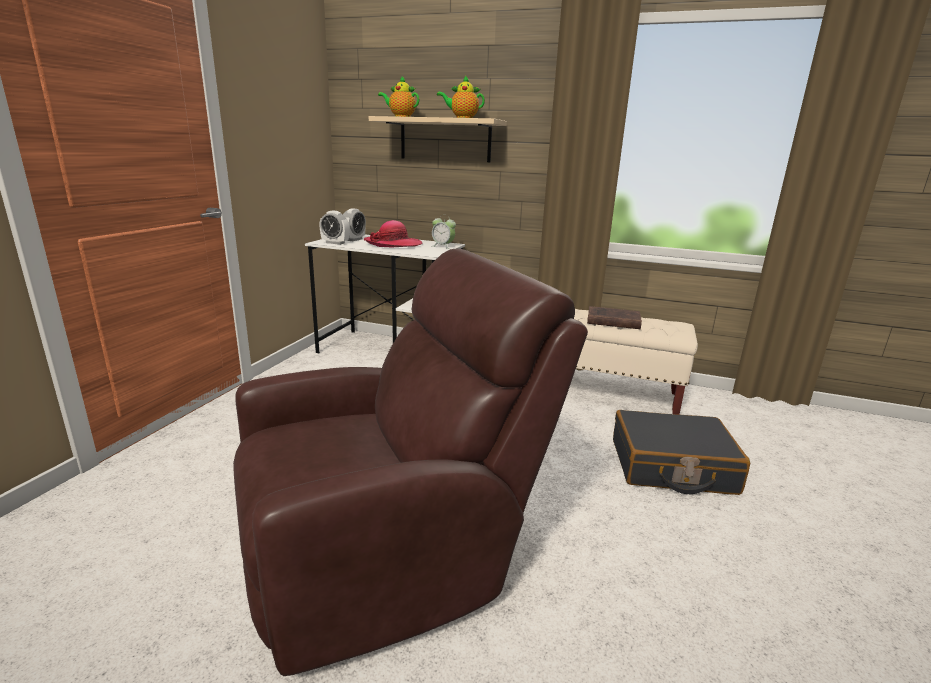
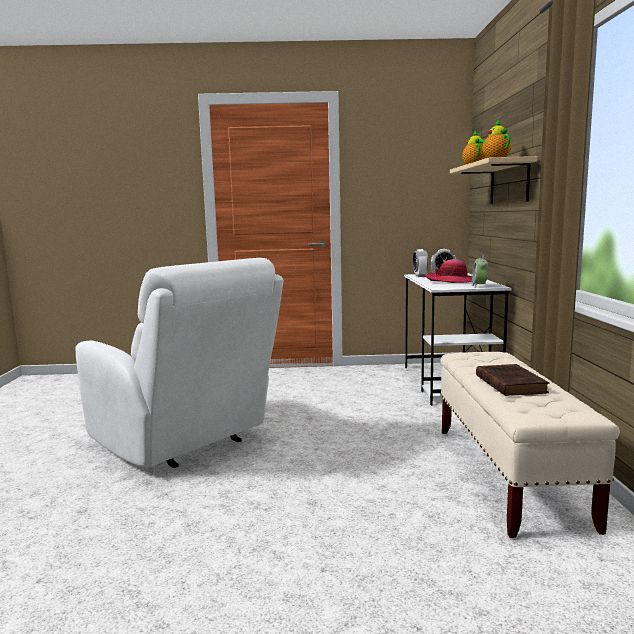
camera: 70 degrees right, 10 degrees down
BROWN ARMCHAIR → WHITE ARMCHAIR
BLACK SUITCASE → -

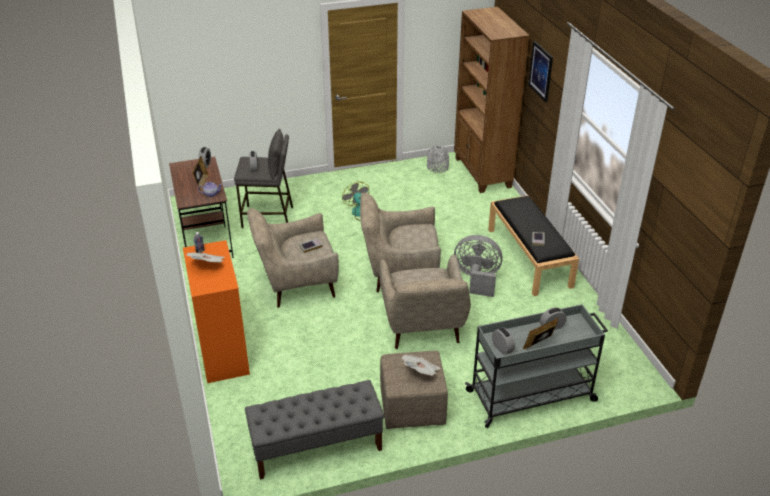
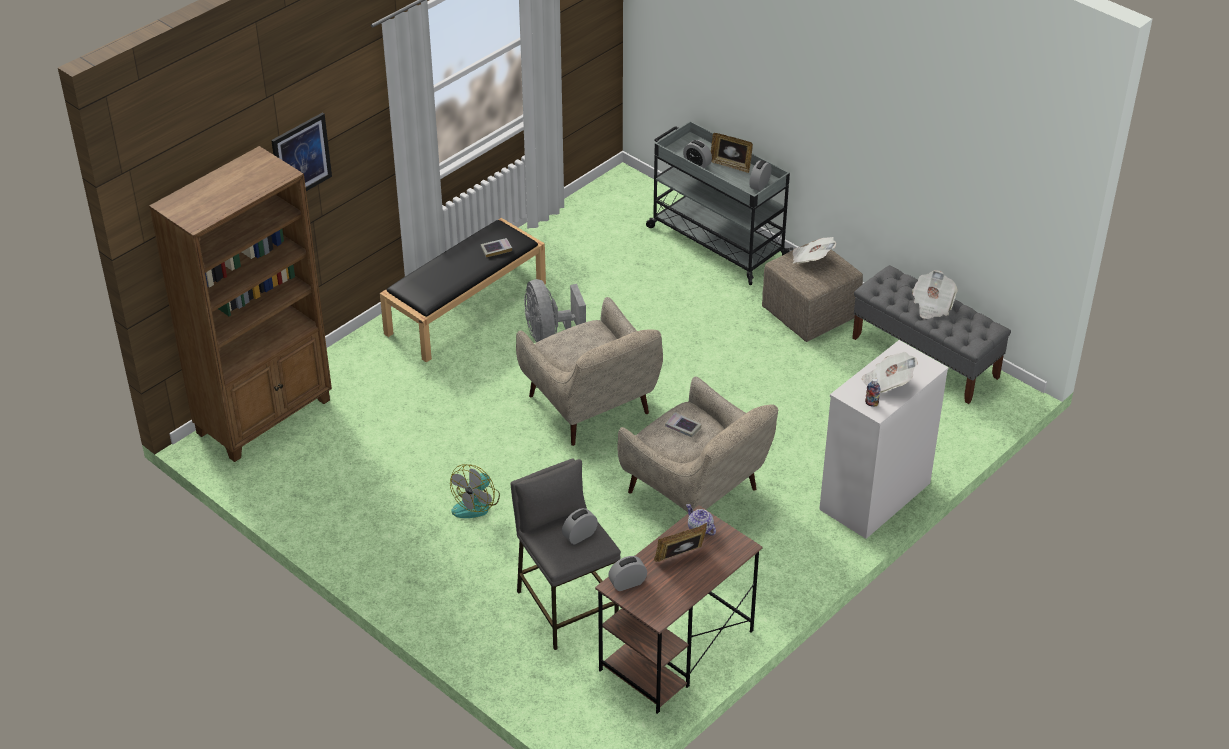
camera: 120 degrees left, 5 degrees up
ORANGE DRESSER → WHITE DRESSER
- → NEWSPAPER (no. 3 from left)
BEIGE ARMCHAIR (no. 3 from left) → -
GREY VASE → -

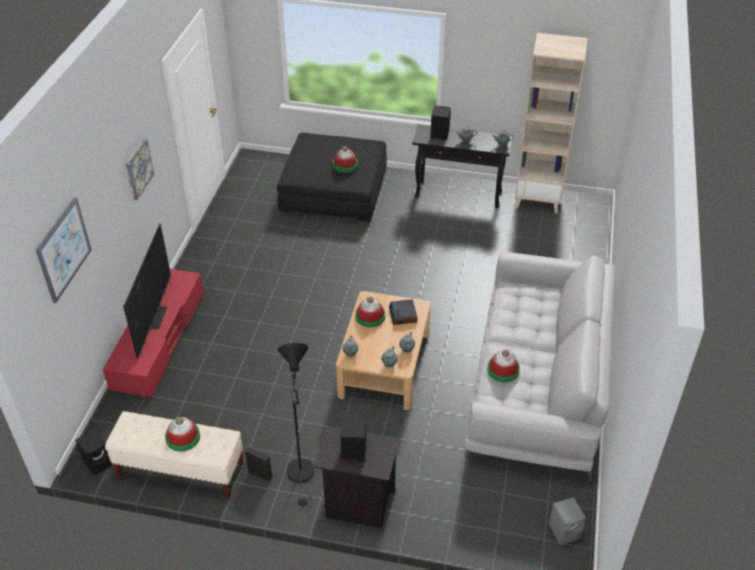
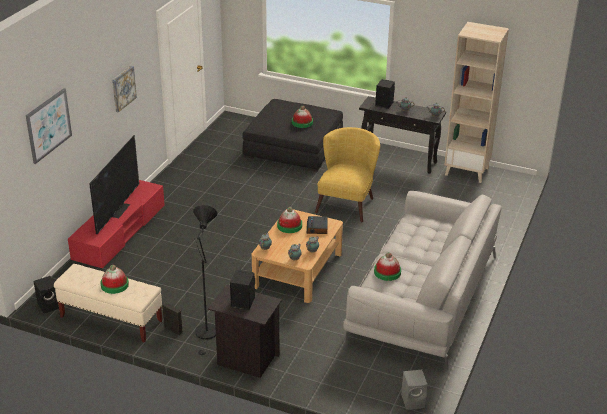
camera: 10 degrees right, 10 degrees down
- → YELLOW ARMCHAIR

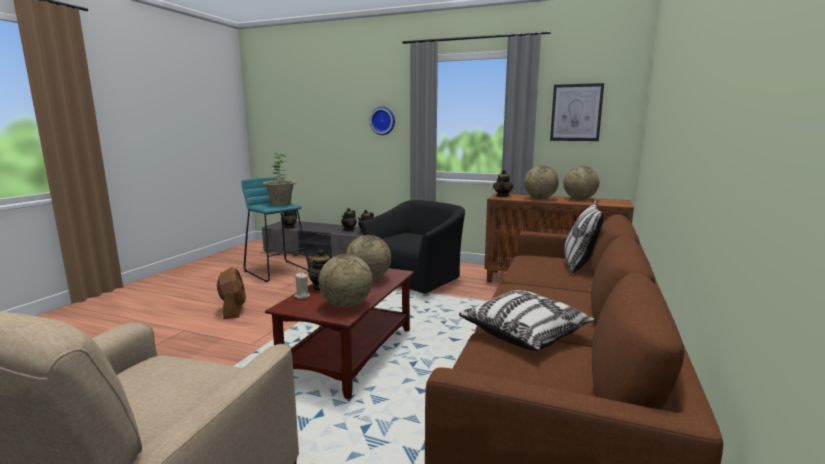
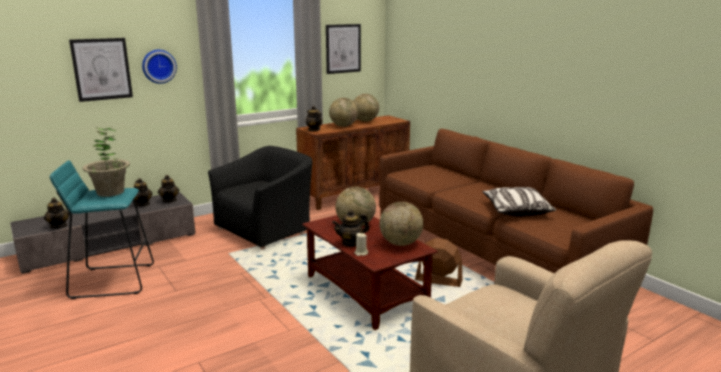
camera: 55 degrees left, 5 degrees up
- → PICTURE (no. 1 from left)
BLACK ARMCHAIR, 60 degrees clockwise
BROWN FAN, shifted
PILLOW (no. 2 from left) → -

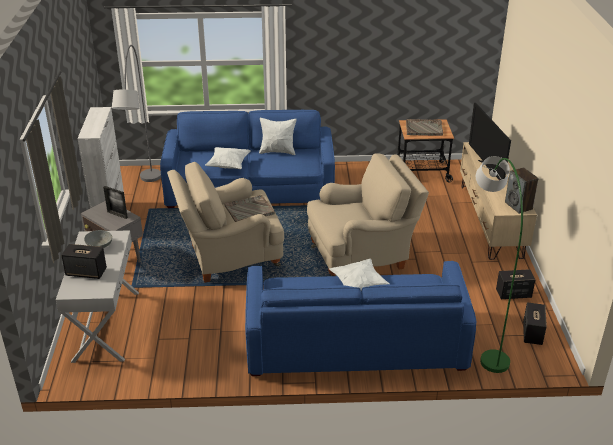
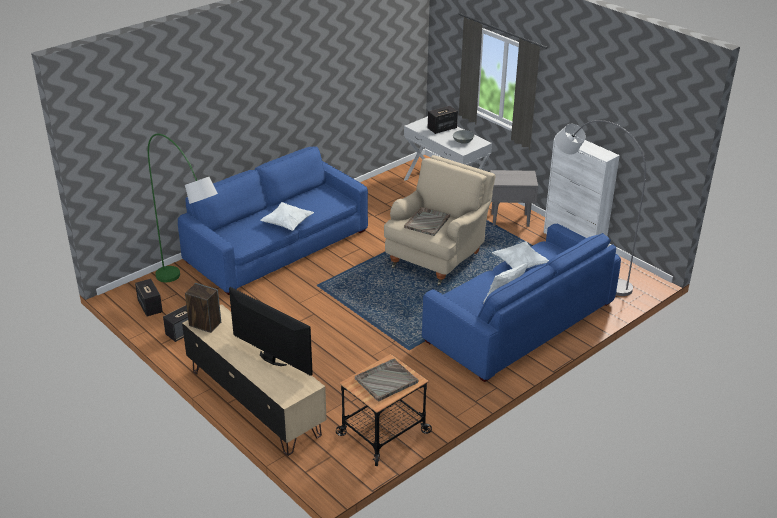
camera: 140 degrees right, 0 degrees up
PICTURE FRAME → -
BEIGE ARMCHAIR (no. 2 from left) → -

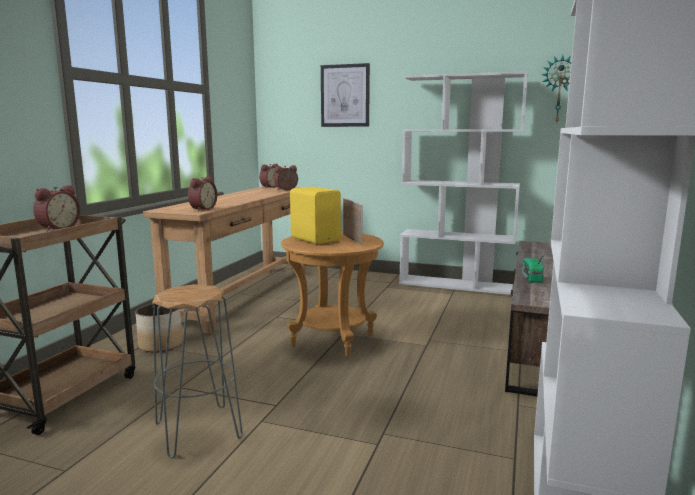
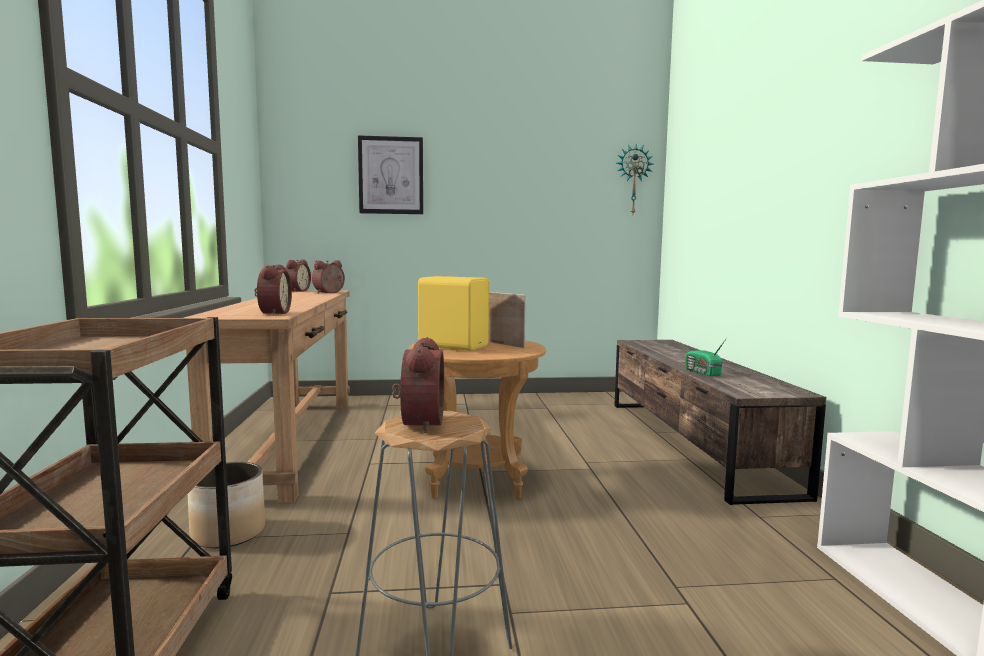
camera: 25 degrees left, 5 degrees down
ALARM CLOCK (no. 1 from left in the first image) → ALARM CLOCK (no. 4 from left), shifted
WHITE BOOKCASE (no. 1 from left) → -

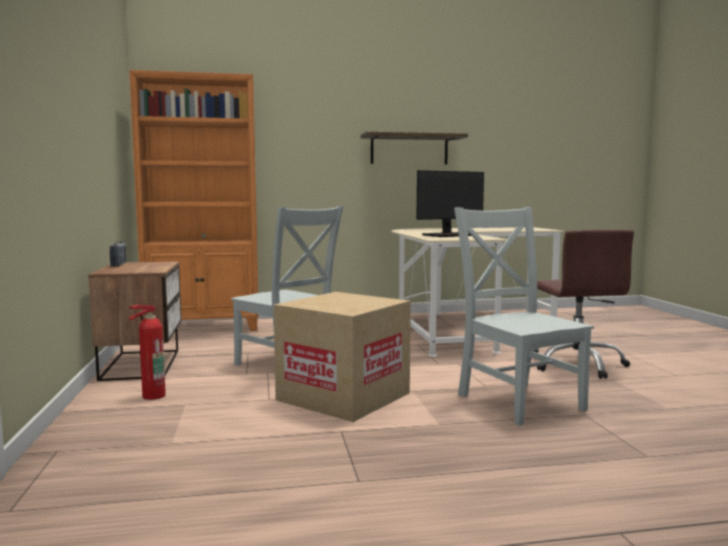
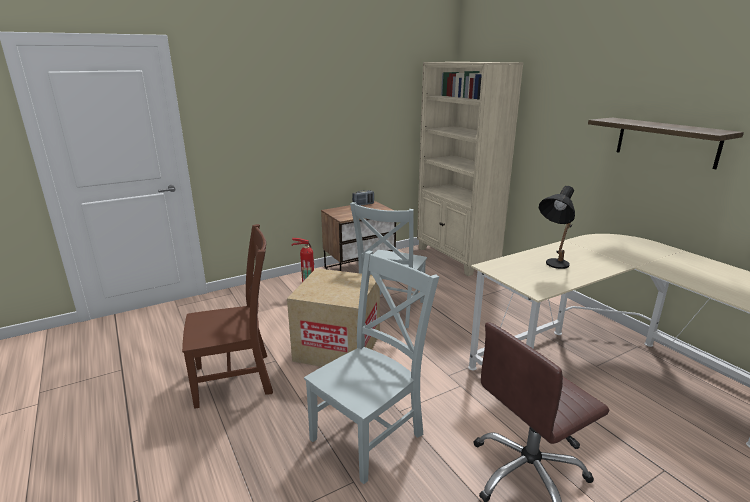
camera: 70 degrees right, 15 degrees up
- → BROWN CHAIR
ORANGE BOOKCASE → BEIGE BOOKCASE
MONITOR → BLACK TABLE LAMP

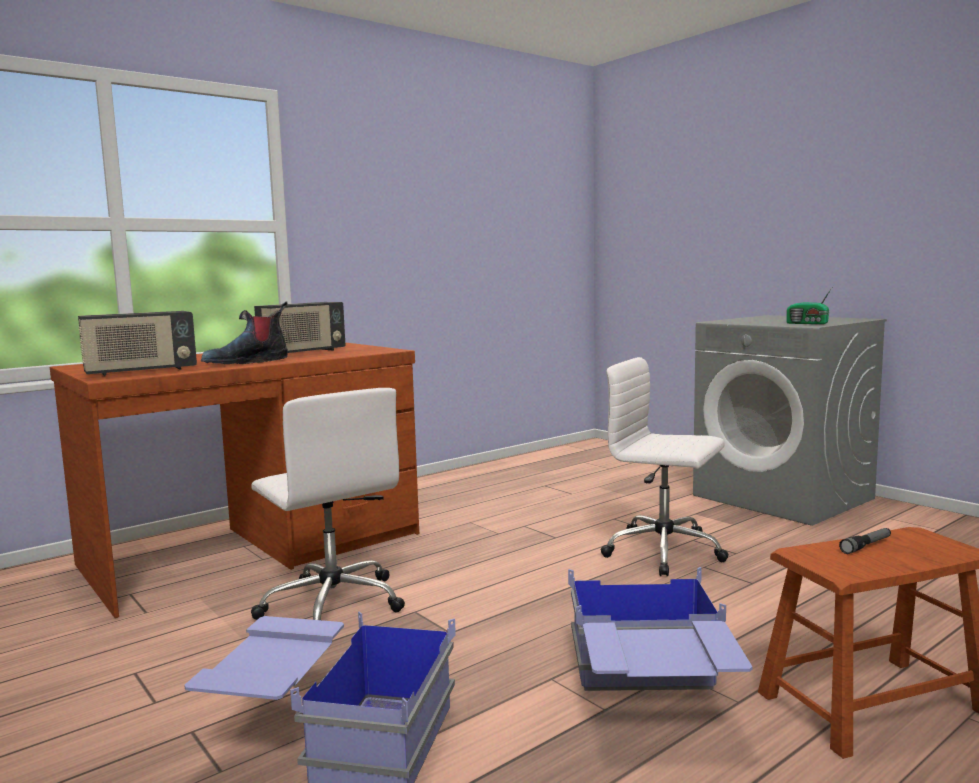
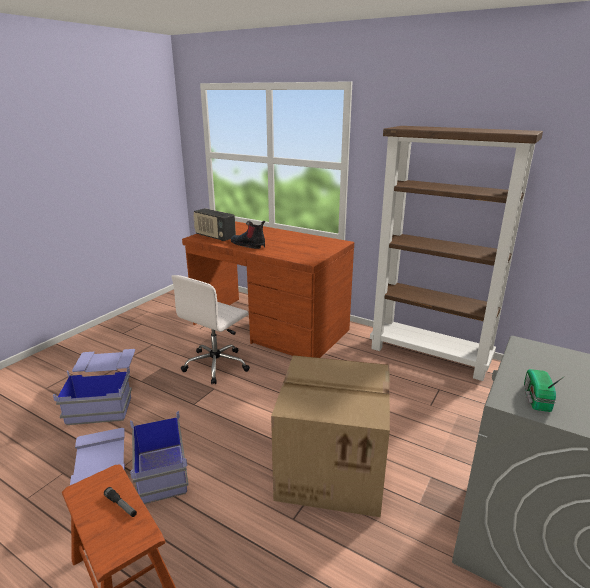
camera: 70 degrees right, 15 degrees up
WHITE OFFICE CHAIR (no. 2 from left) → CARDBOARD BOX
- → BROWN BOOKCASE
RADIO (no. 2 from left) → -

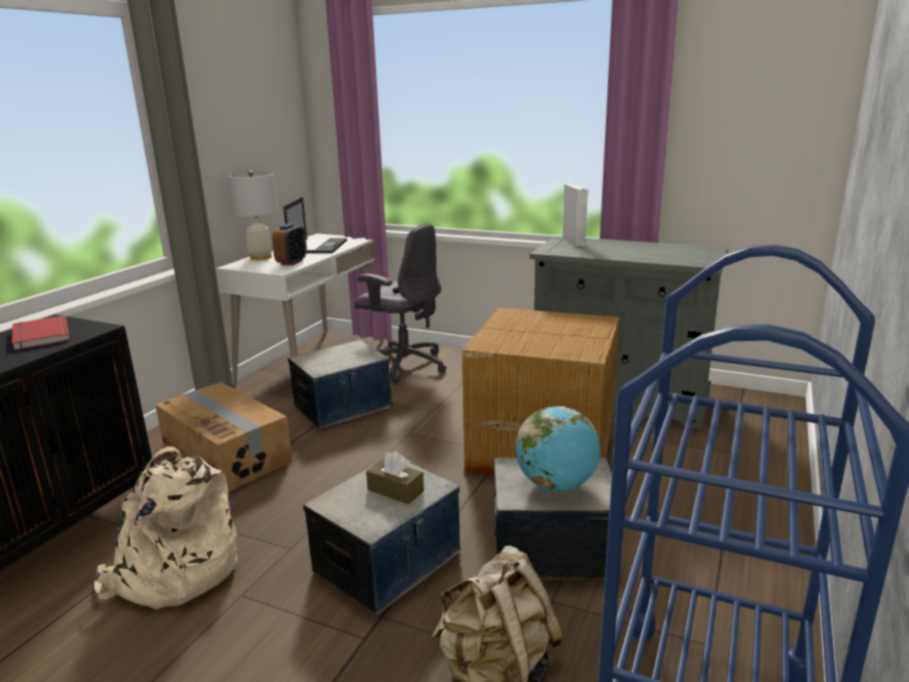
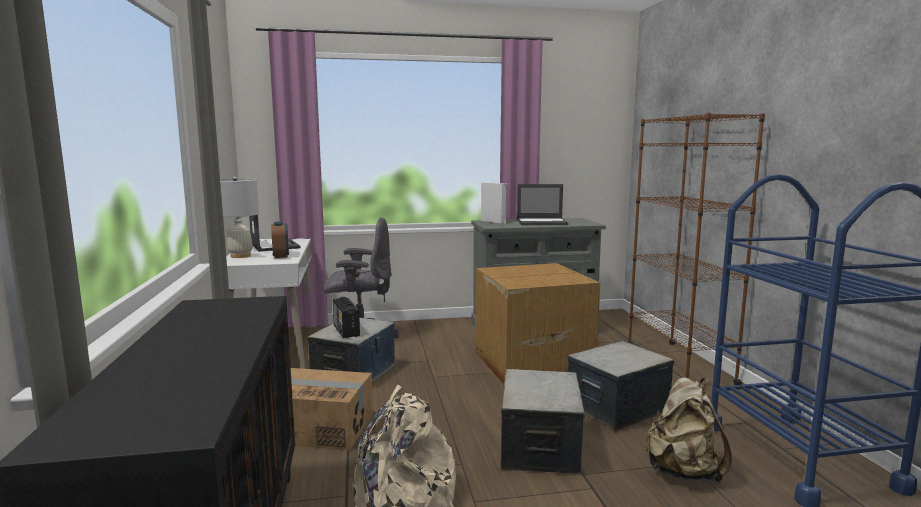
camera: 35 degrees left, 10 degrees down
- → RADIO
- → LAPTOP (no. 2 from left)
- → BROWN BOOKCASE
RED BOOK → -
BROWN TISSUE BOX → -
GLOBE → -

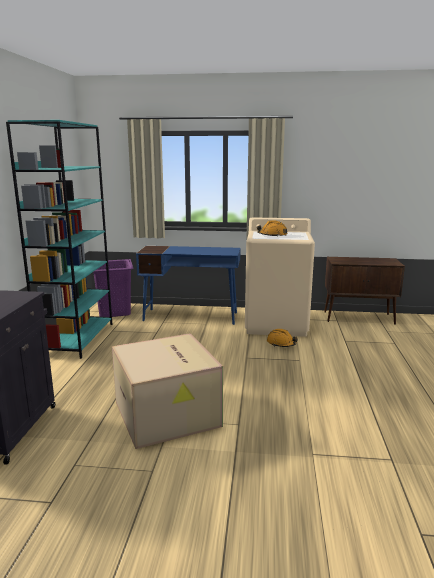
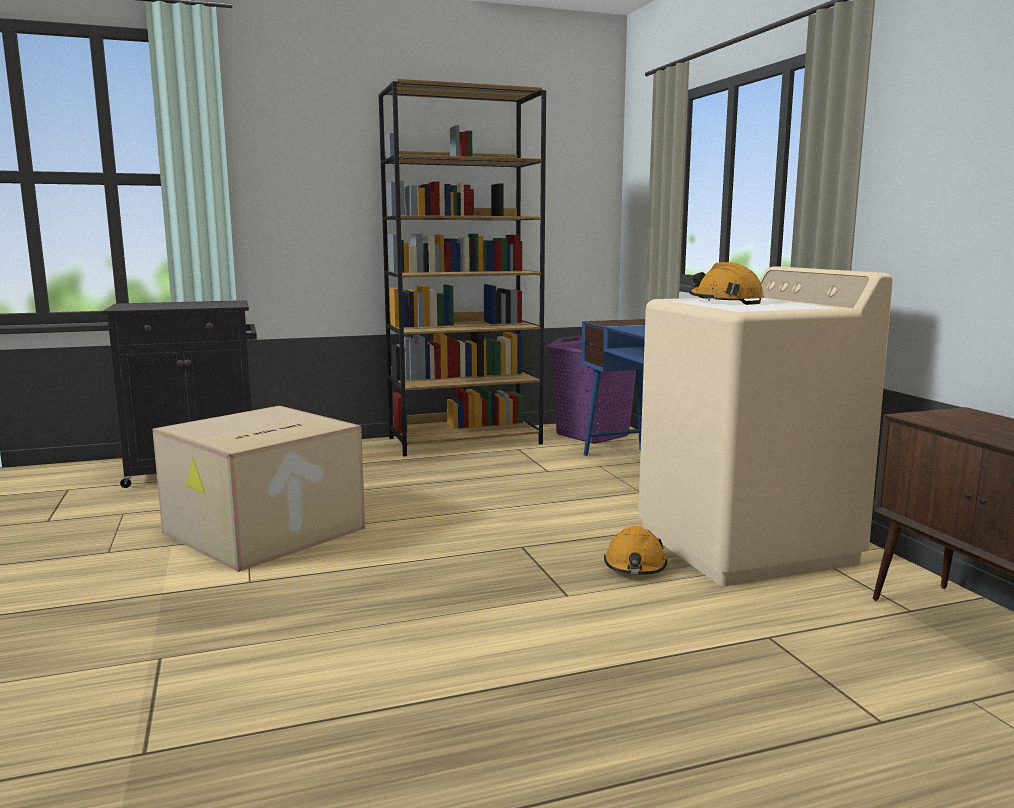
camera: 65 degrees right, 5 degrees down
TURQUOISE BOOKCASE → BROWN BOOKCASE

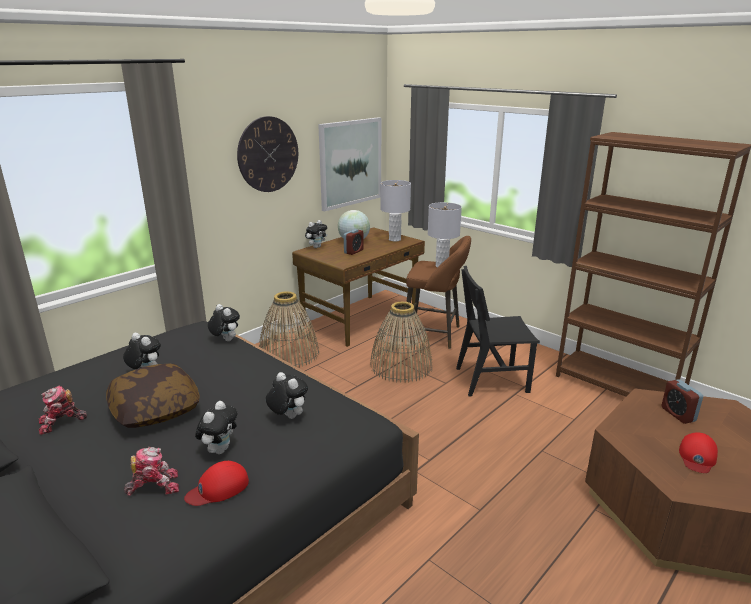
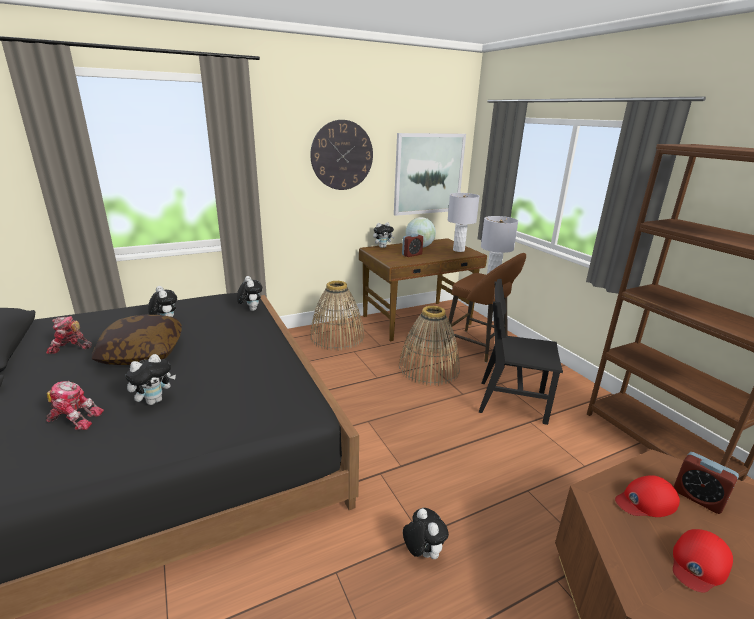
camera: 20 degrees right, 0 degrees up
PLUSH TOY (no. 4 from left in the first image) → PLUSH TOY (no. 5 from left), shifted
RED CAP (no. 1 from left), shifted
ALARM CLOCK (no. 2 from left), 45 degrees counterclockwise

